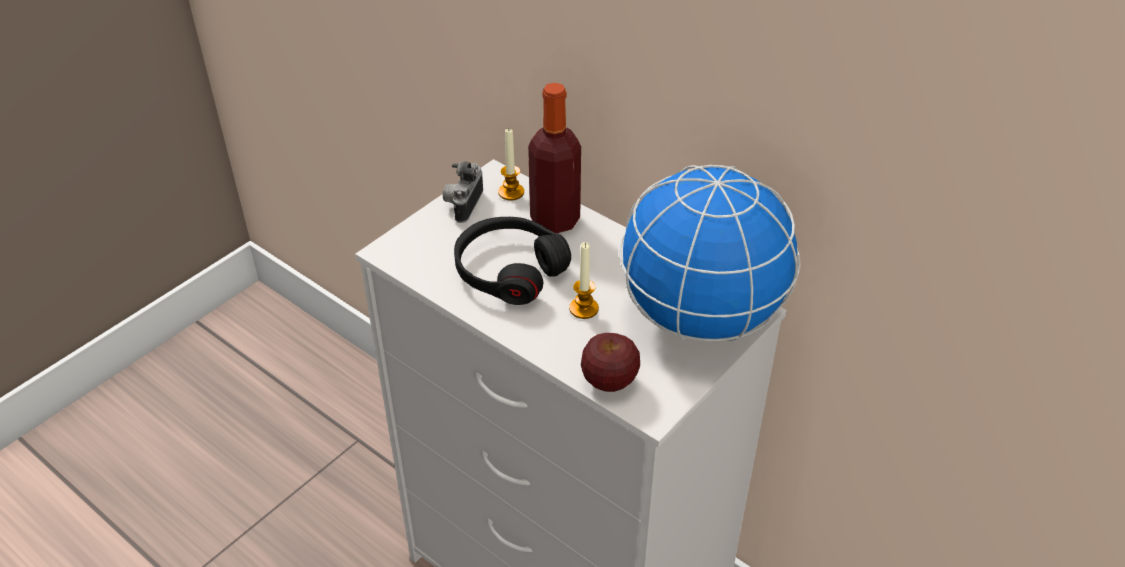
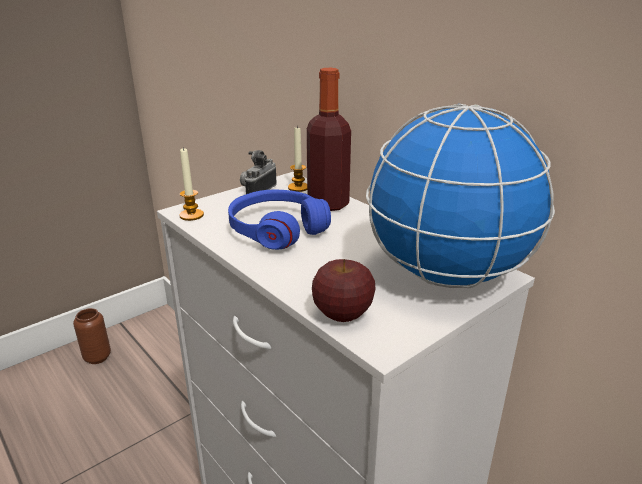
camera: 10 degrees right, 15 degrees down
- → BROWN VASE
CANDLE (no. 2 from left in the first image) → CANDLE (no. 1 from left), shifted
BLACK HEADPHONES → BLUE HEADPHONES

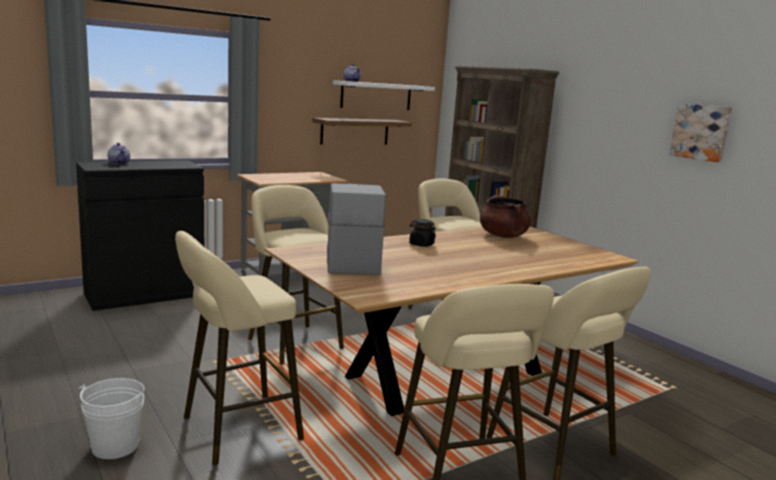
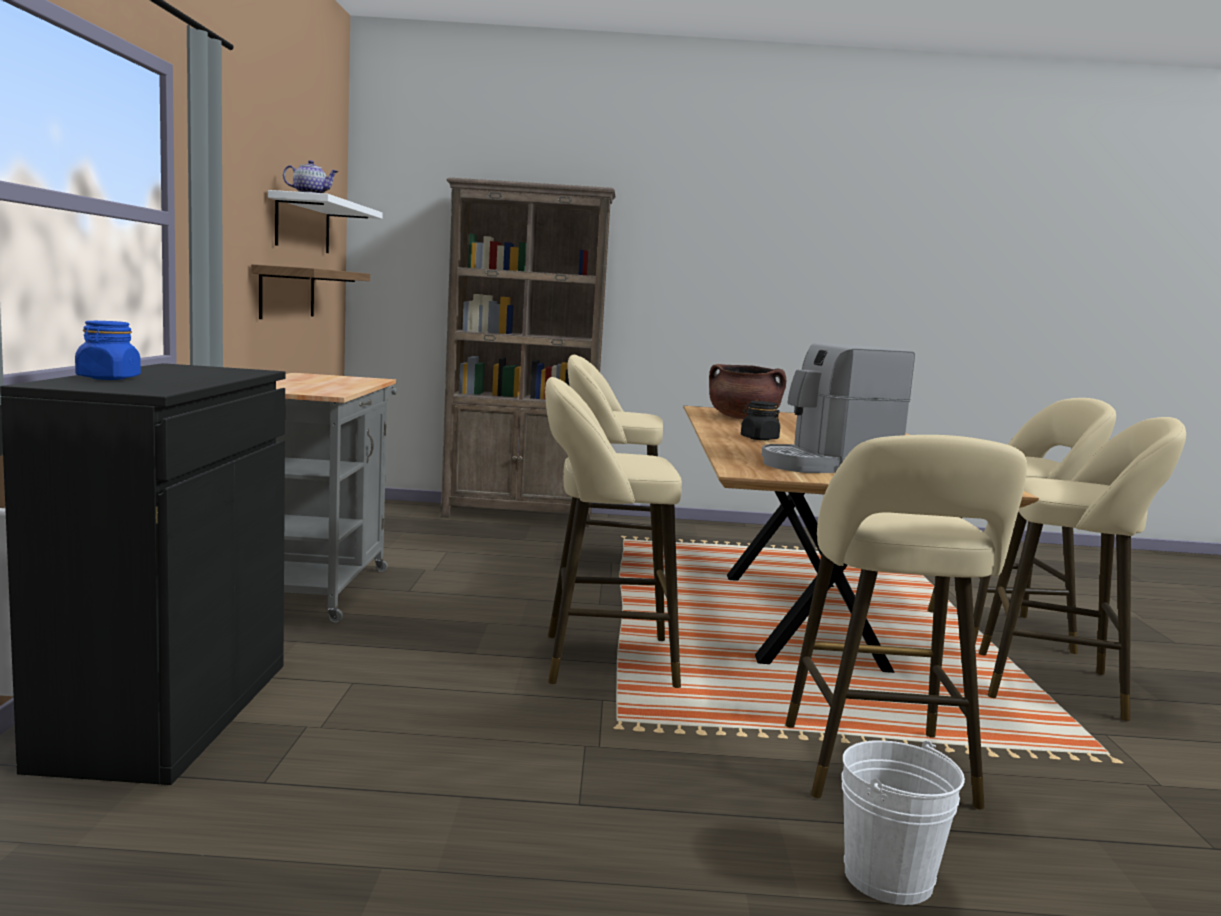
camera: 55 degrees left, 5 degrees down
TEAPOT (no. 1 from left) → BLUE JAR
COFFEE MACHINE, 45 degrees counterclockwise
PICTURE → -

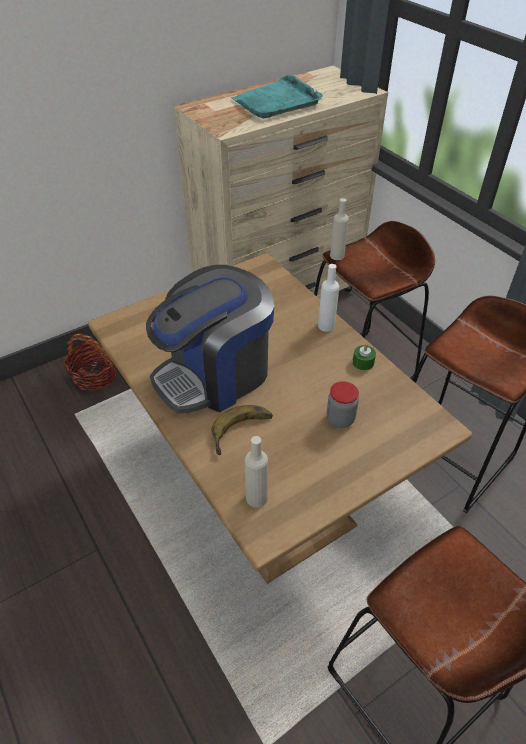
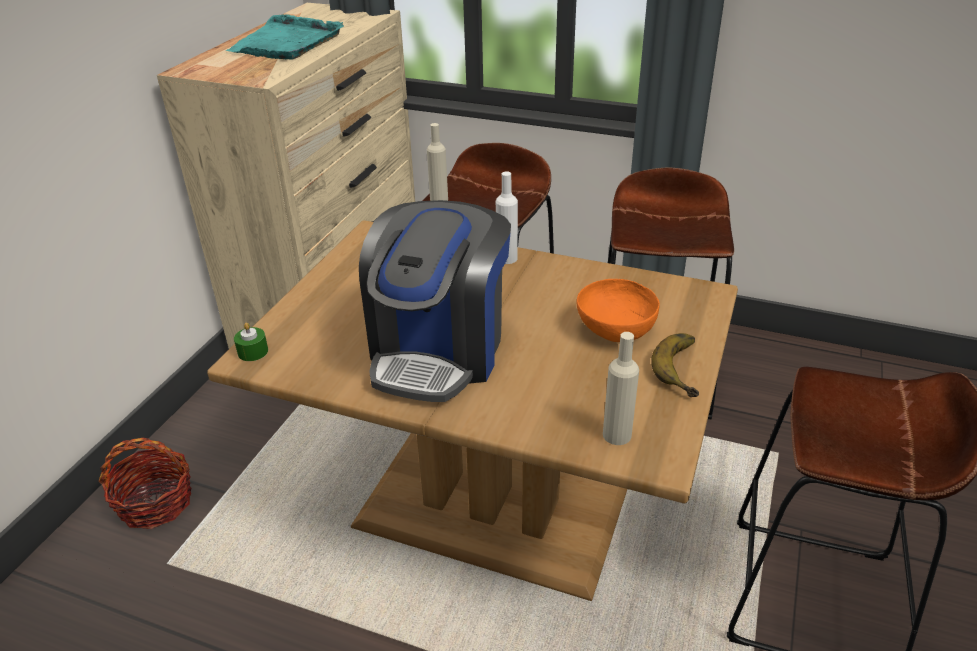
camera: 35 degrees left, 10 degrees down
GREEN CANDLE, shifted
JAR → ORANGE BOWL
BANANA, shifted

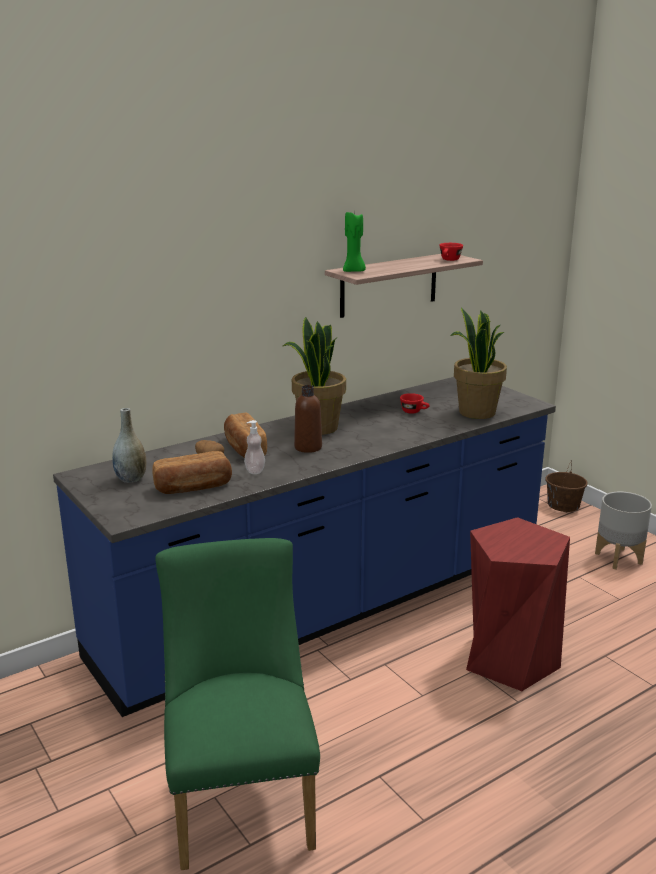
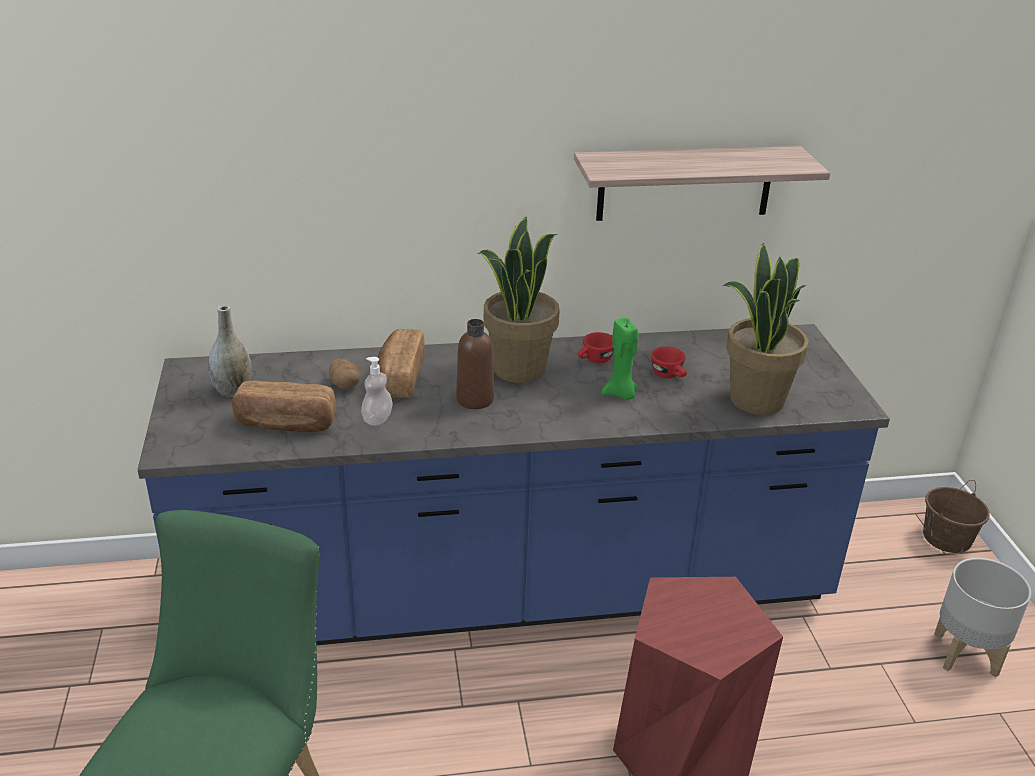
camera: 25 degrees right, 10 degrees up
RED CUP (no. 2 from left in the first image) → RED CUP (no. 1 from left), shifted
GREEN CANDLE, shifted

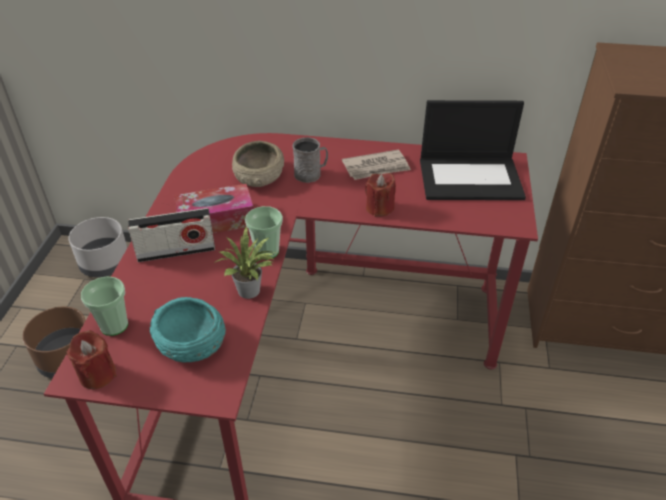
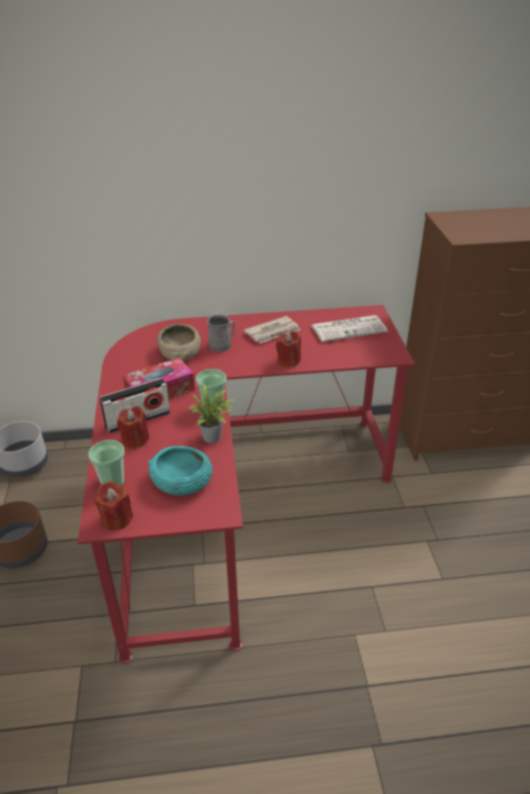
camera: 15 degrees left, 5 degrees down
- → RED CANDLE (no. 2 from left)
LAPTOP → NEWSPAPER (no. 2 from left)

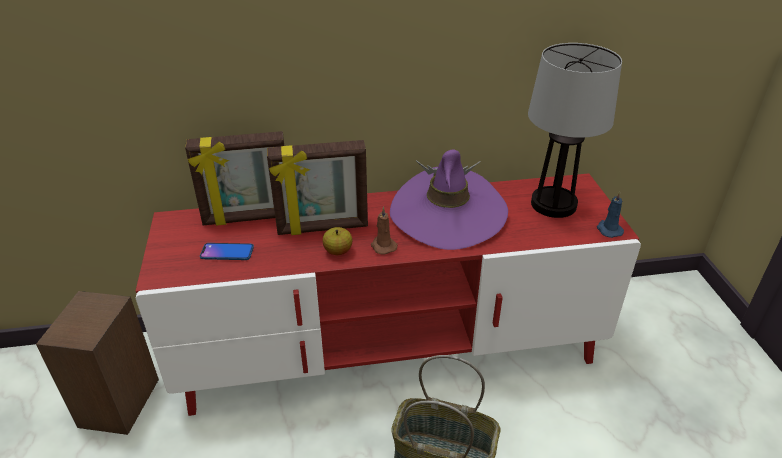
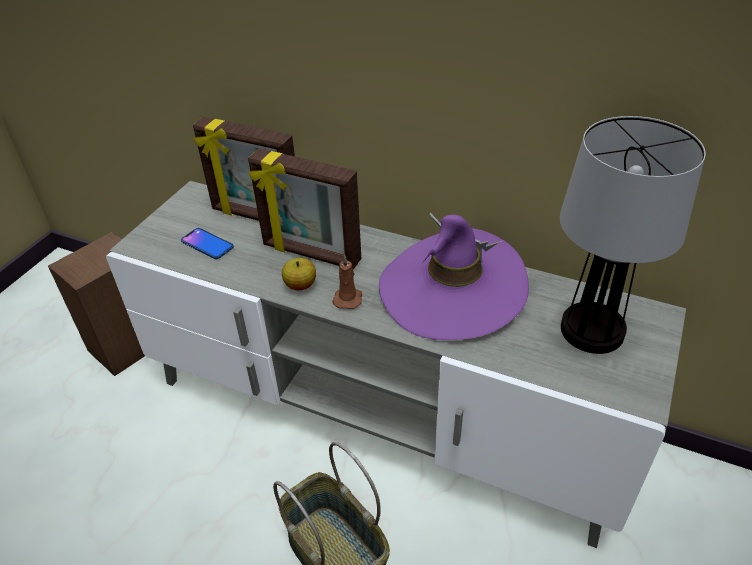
camera: 35 degrees right, 5 degrees up
RED TV STAND → GREY TV STAND
BLUE CANDLE → -

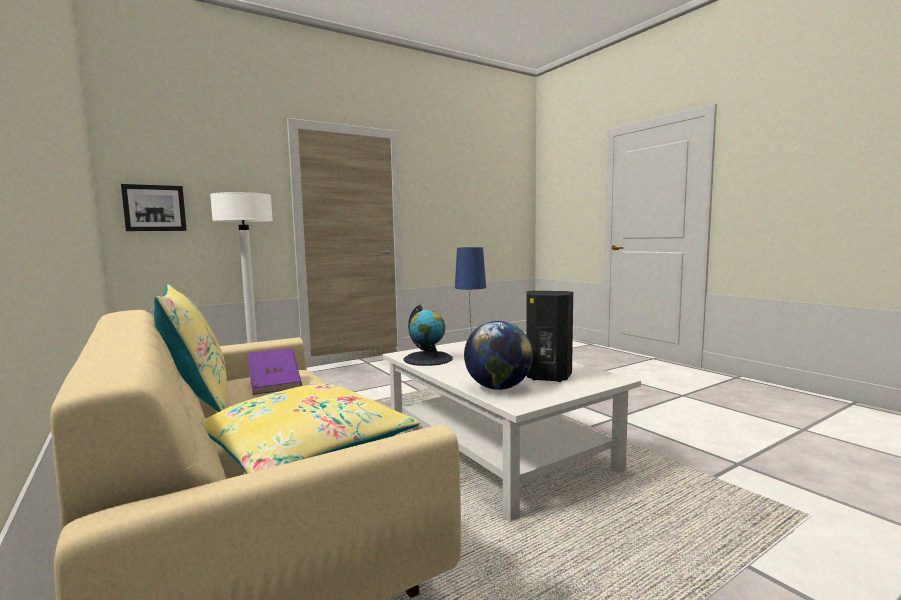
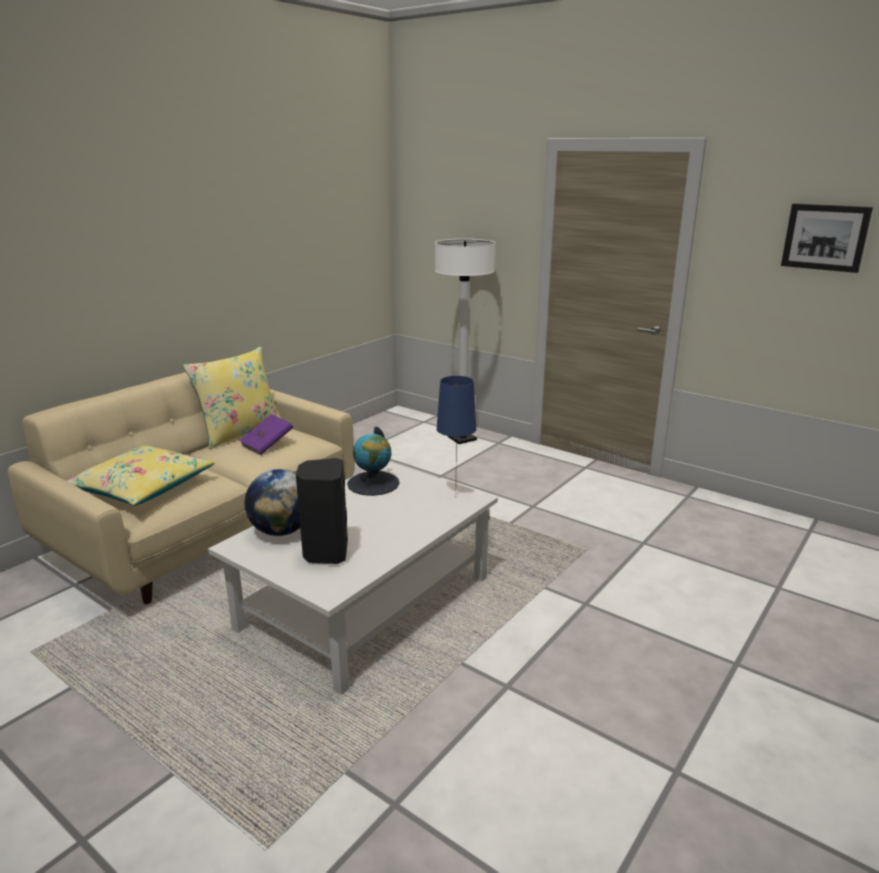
camera: 70 degrees right, 15 degrees up
PICTURE, shifted

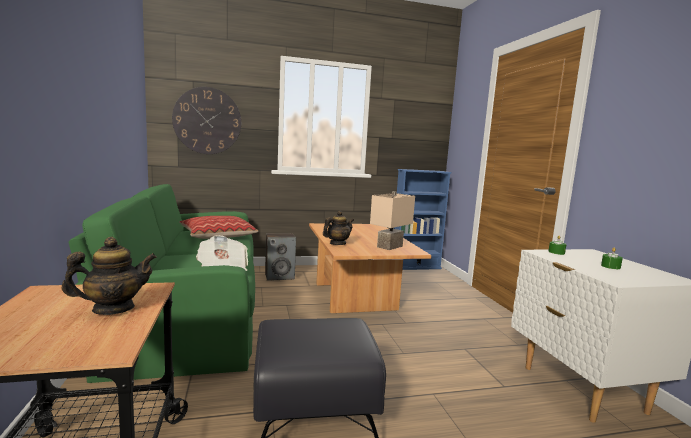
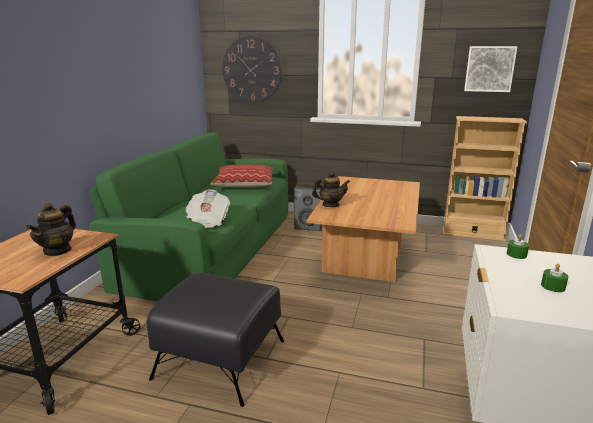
camera: 30 degrees right, 10 degrees up
TEAPOT (no. 1 from left), 105 degrees clockwise
BLUE BOOKCASE → BEIGE BOOKCASE
- → PICTURE
BEIGE TABLE LAMP → -

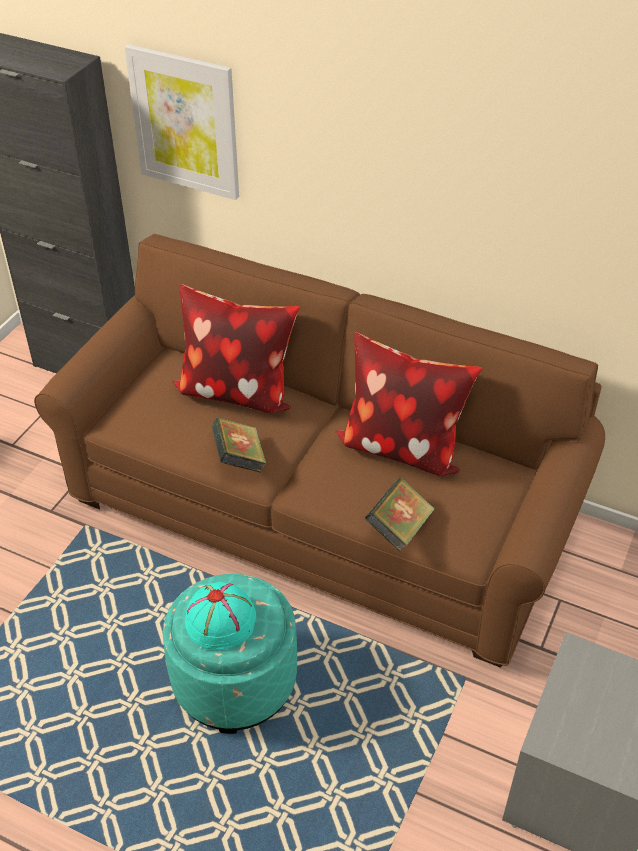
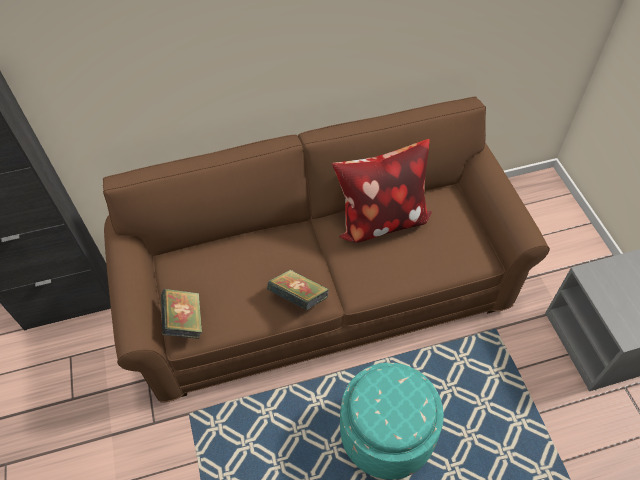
camera: 40 degrees left, 10 degrees up
BOOK (no. 2 from left in the first image) → BOOK (no. 1 from left), shifted
PICTURE → -
PILLOW (no. 1 from left) → -
TURQUOISE HAT → -

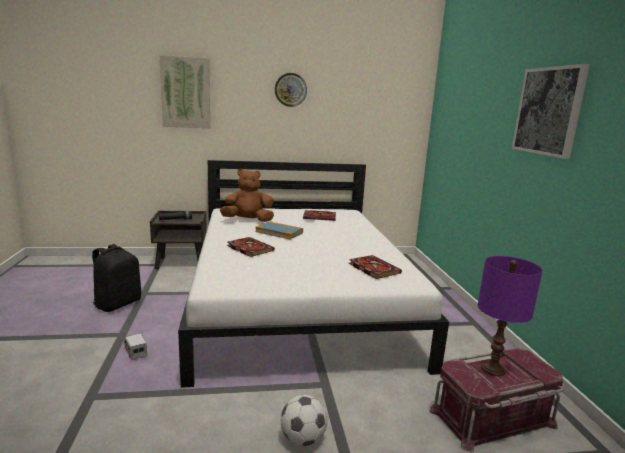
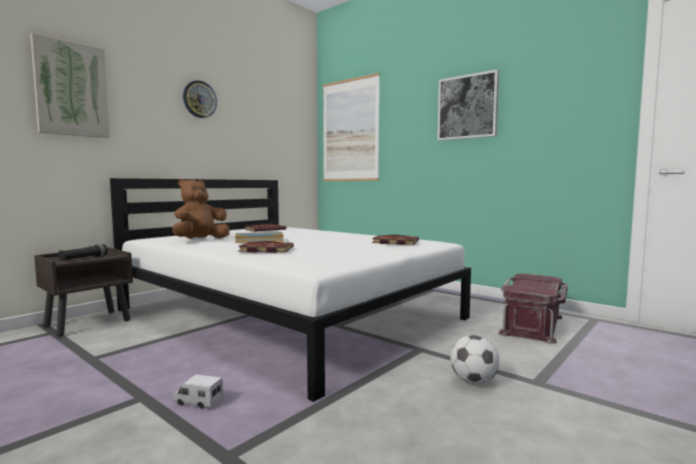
camera: 40 degrees left, 10 degrees down
- → PICTURE (no. 2 from left)
BLACK BACKPACK → -
PURPLE TABLE LAMP → -

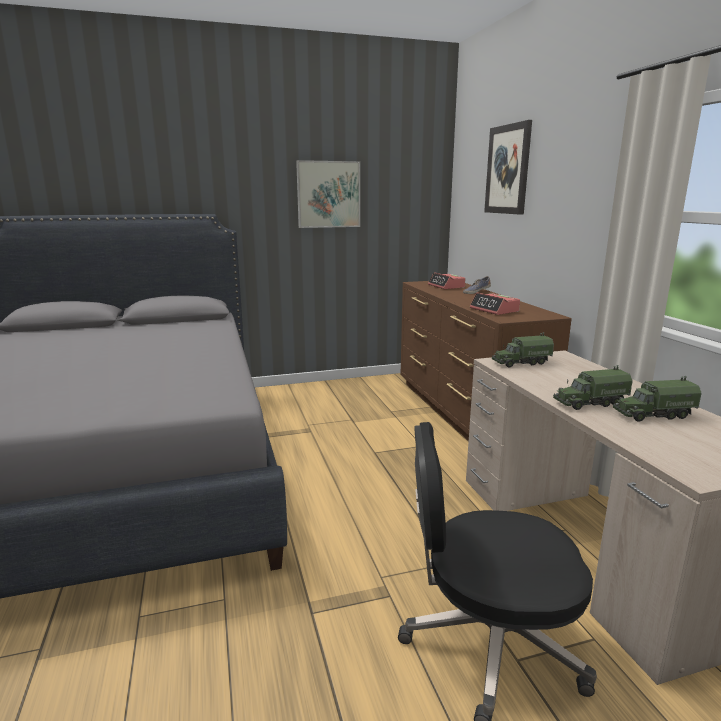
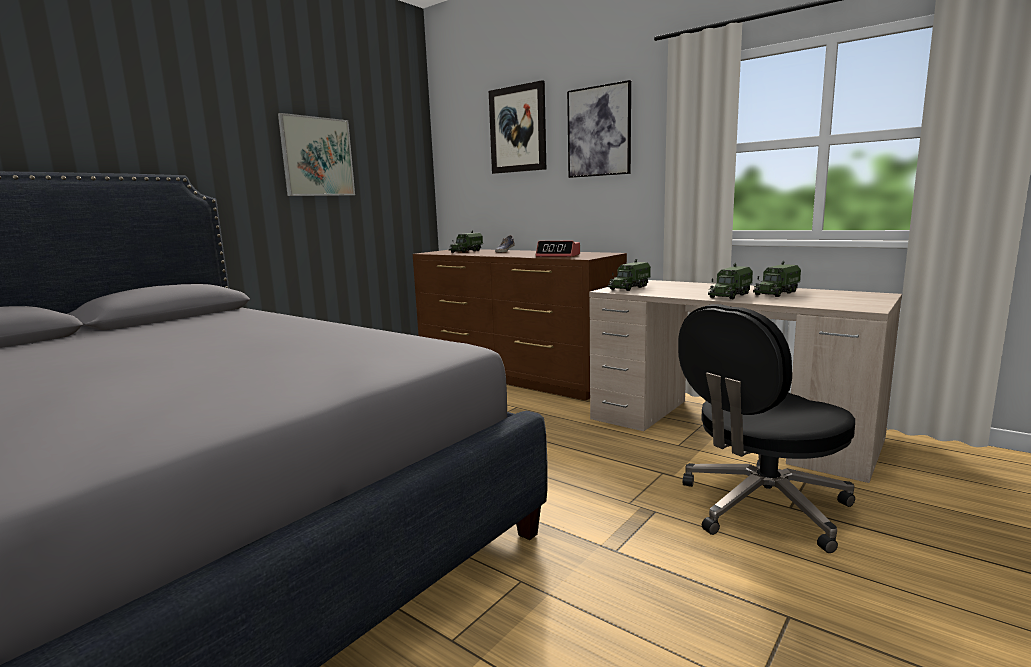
camera: 35 degrees left, 5 degrees down
ALARM CLOCK (no. 1 from left) → TOY TRUCK (no. 1 from left)
- → PICTURE (no. 3 from left)

